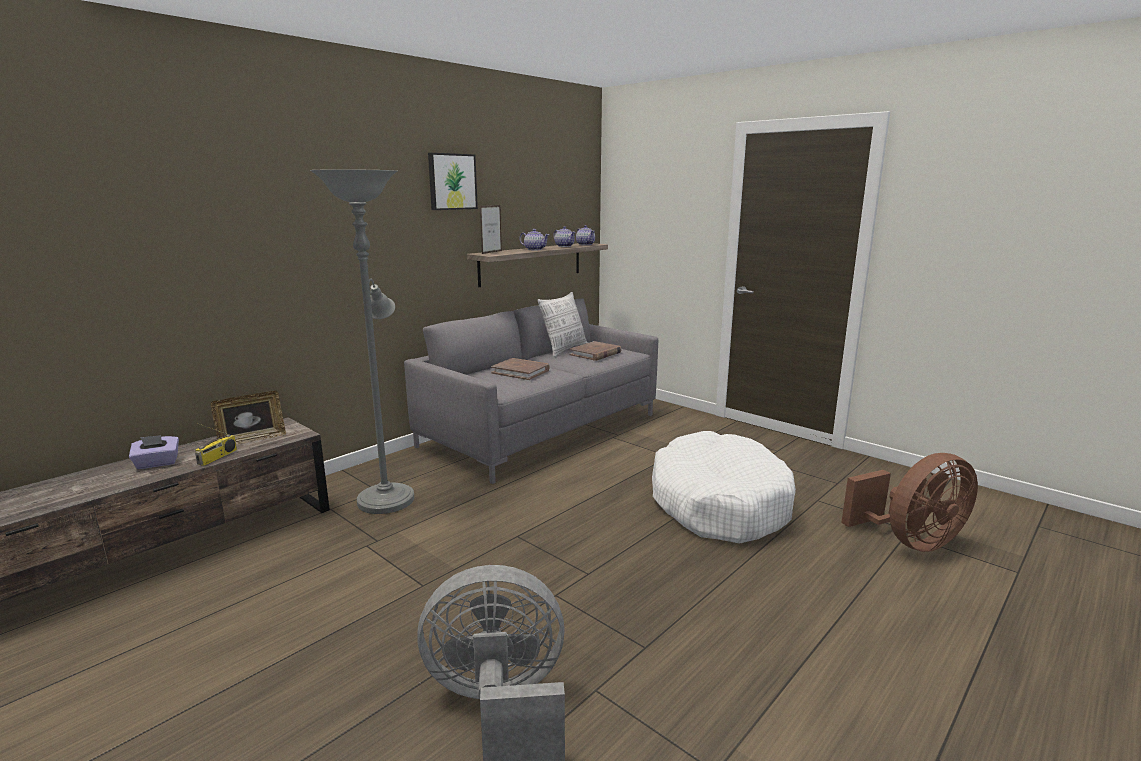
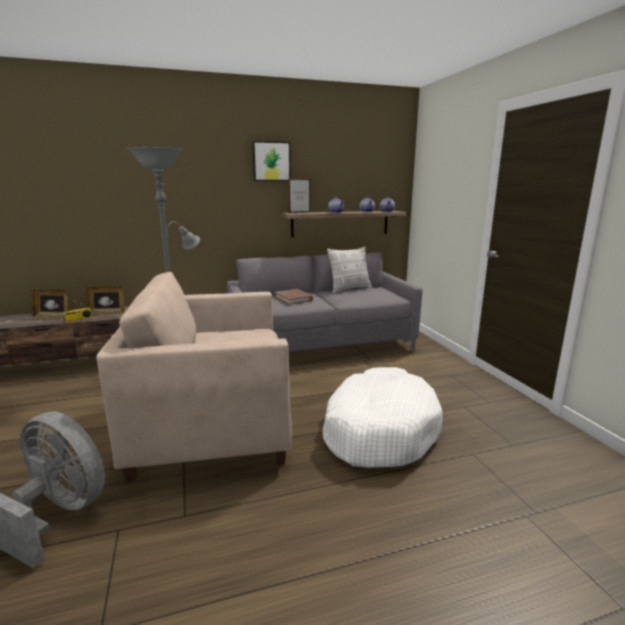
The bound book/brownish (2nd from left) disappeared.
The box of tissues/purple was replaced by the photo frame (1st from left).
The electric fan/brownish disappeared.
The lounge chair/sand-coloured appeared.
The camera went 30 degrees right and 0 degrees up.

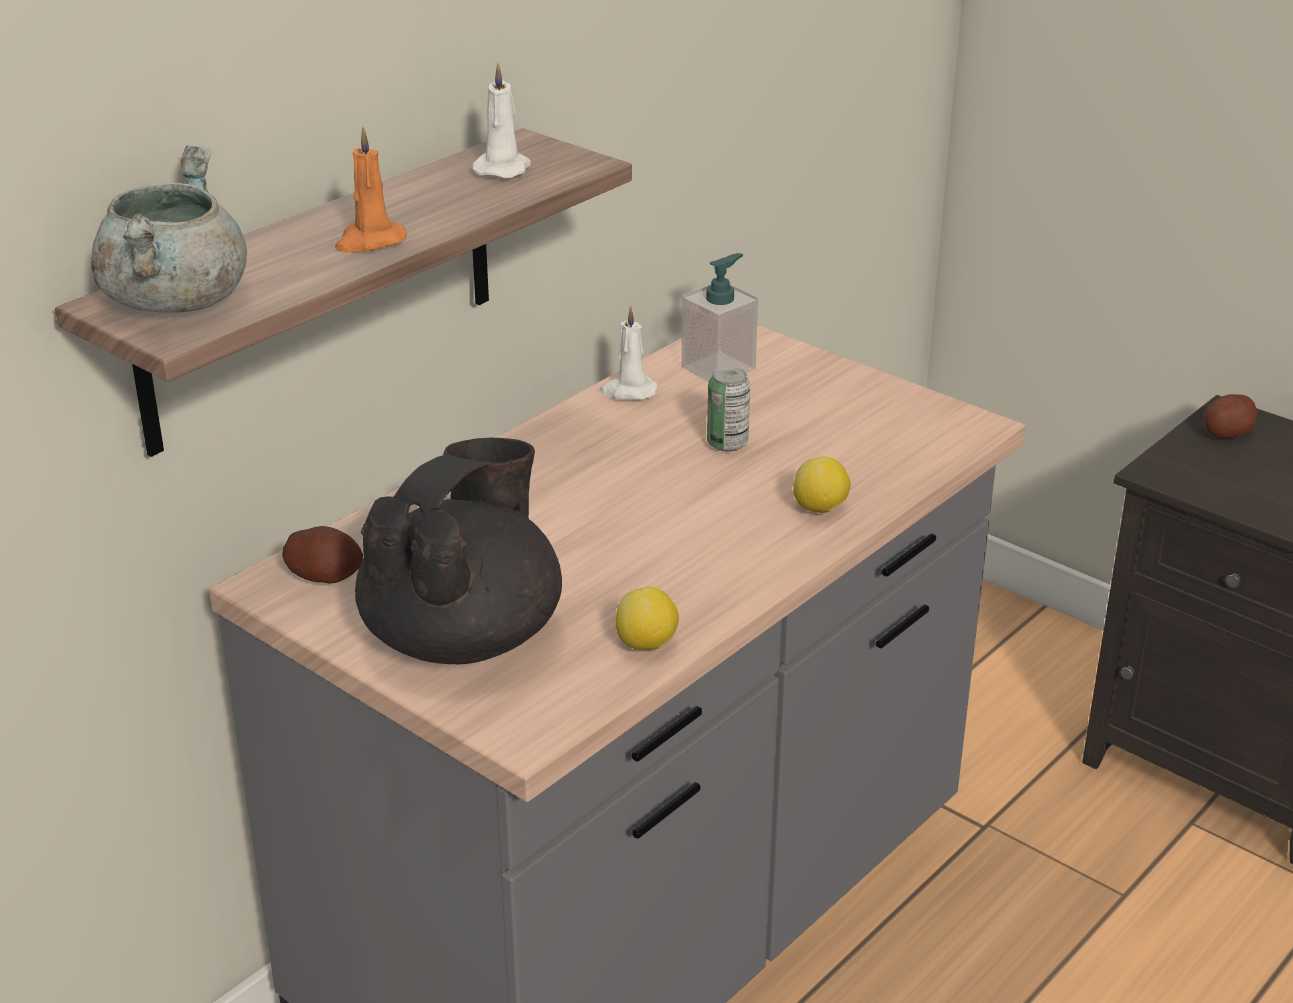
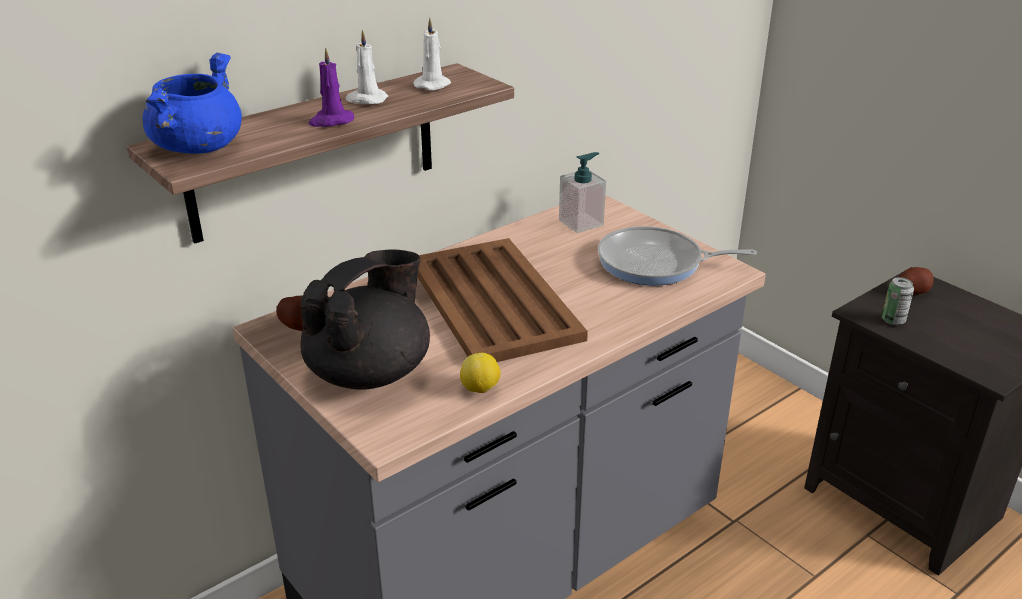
The wax candle/orange became the wax candle/purple.
The saucepot/greyish became the saucepot/bluish.
The wax candle/white (2nd from left in the first image) moved.
The sealed can moved.
The whole lemon (2nd from left) disappeared.
The frying pan appeared.
The carrying tray/brownish appeared.
The camera went 10 degrees right and 0 degrees up.

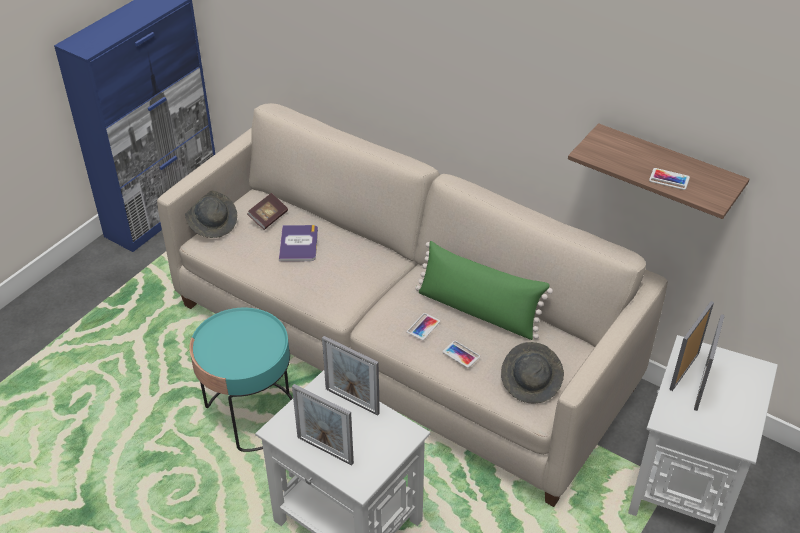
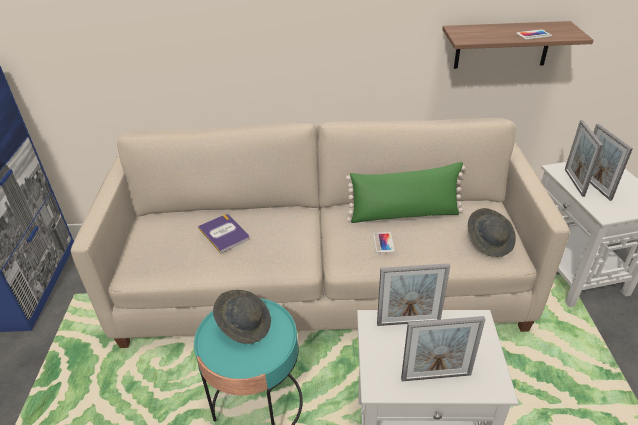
The clothing hat/greyish (1st from left) moved.
The bound book (1st from left) disappeared.
The telephone (2nd from left) disappeared.
The camera went 35 degrees left and 5 degrees down.

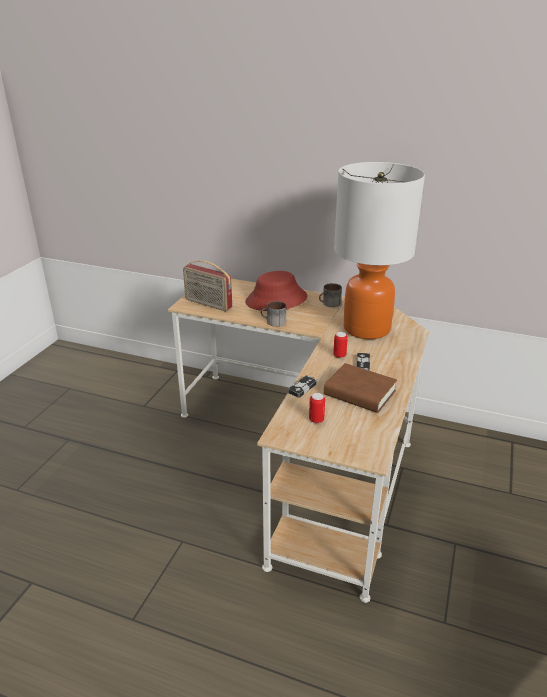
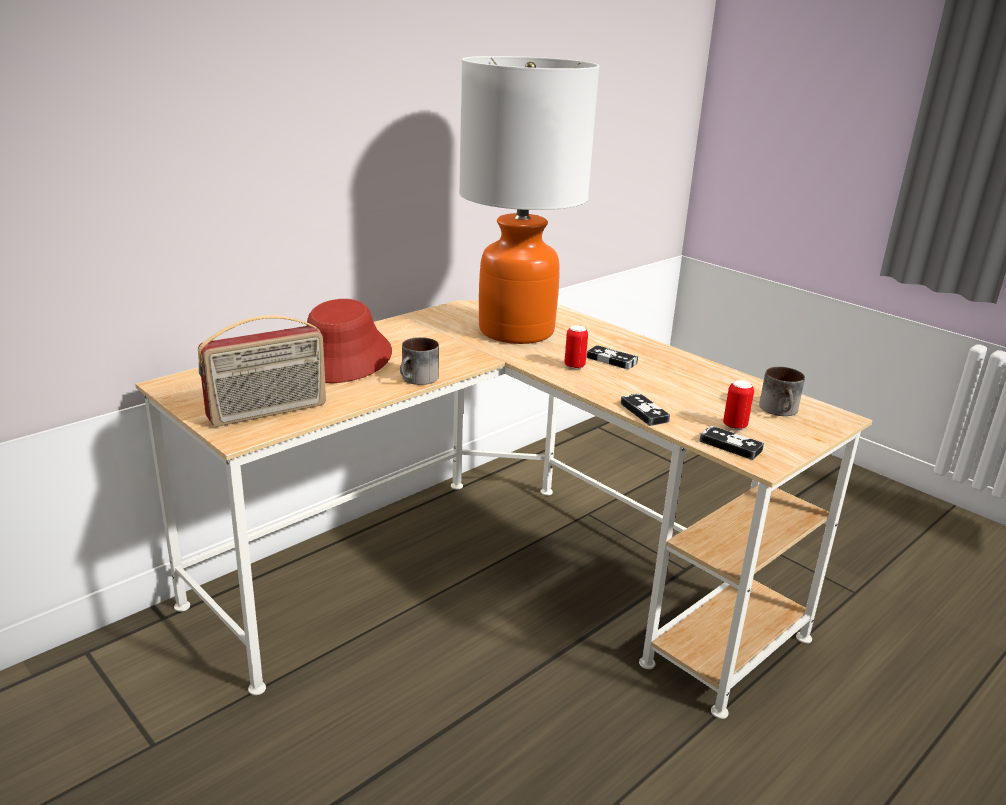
The coffee mug (2nd from left) moved.
The bound book/brownish disappeared.
The joypad (3rd from left) appeared.
The camera went 65 degrees left and 5 degrees down.

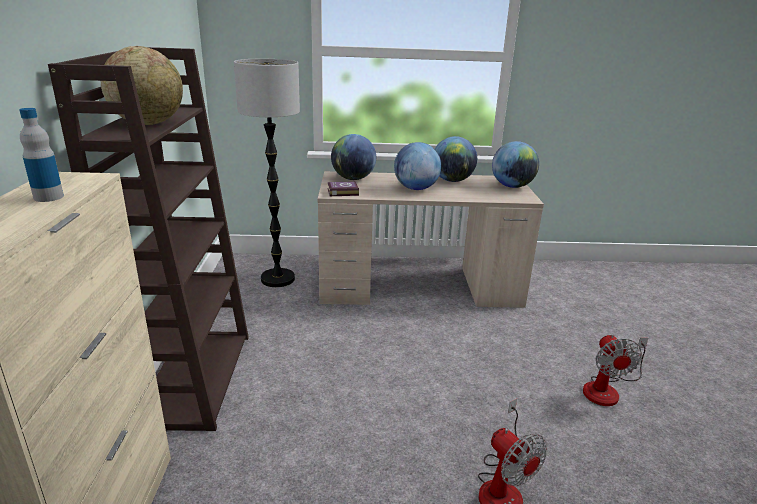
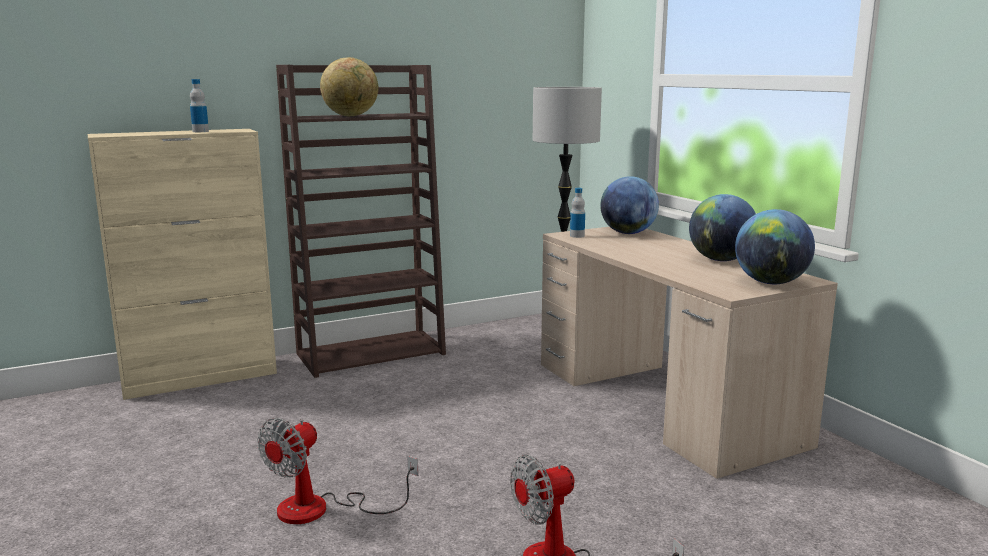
The globe (3rd from left) disappeared.
The bound book was replaced by the bottle (2nd from left).
The camera went 65 degrees right and 10 degrees down.

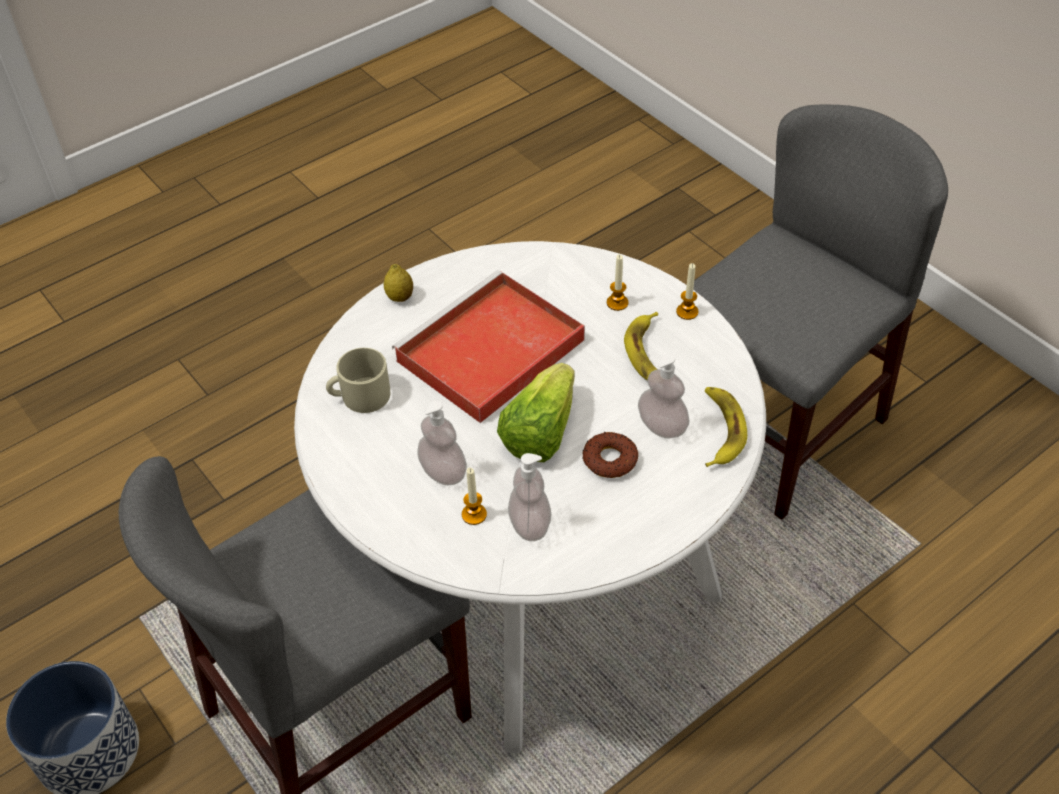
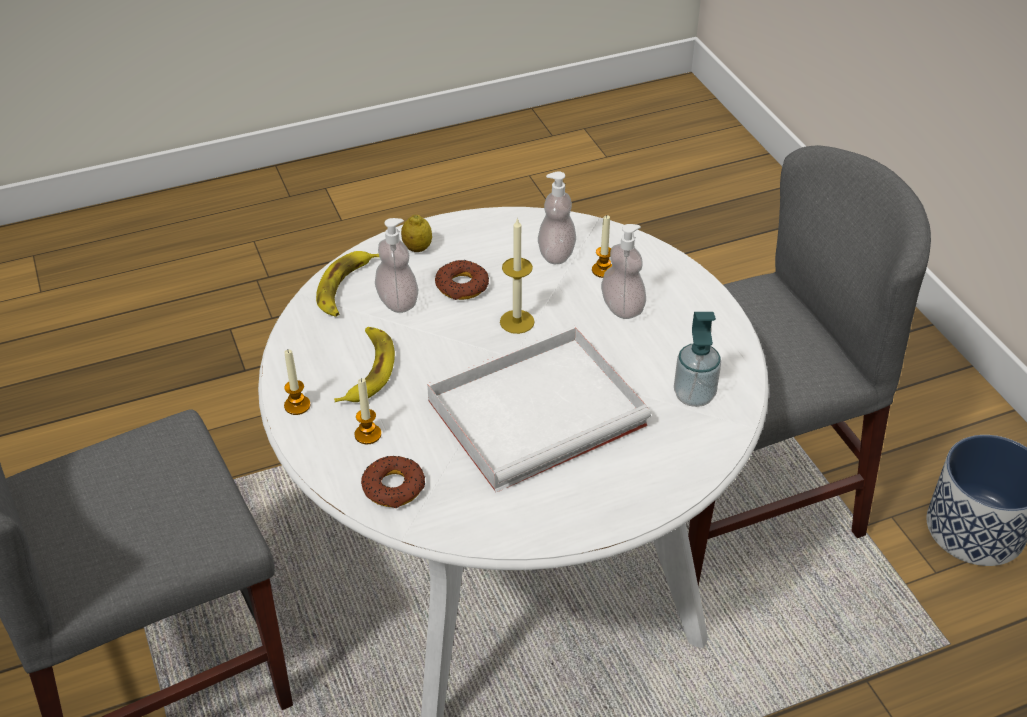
The whole lemon moved.
The carrying tray/red became the carrying tray/white.
The coffee mug/sand-coloured was replaced by the soap bottle (4th from left).
The lettuce head was replaced by the wax candle (3rd from left).
The doughnut (1st from left) appeared.
The camera went 165 degrees left and 5 degrees down.

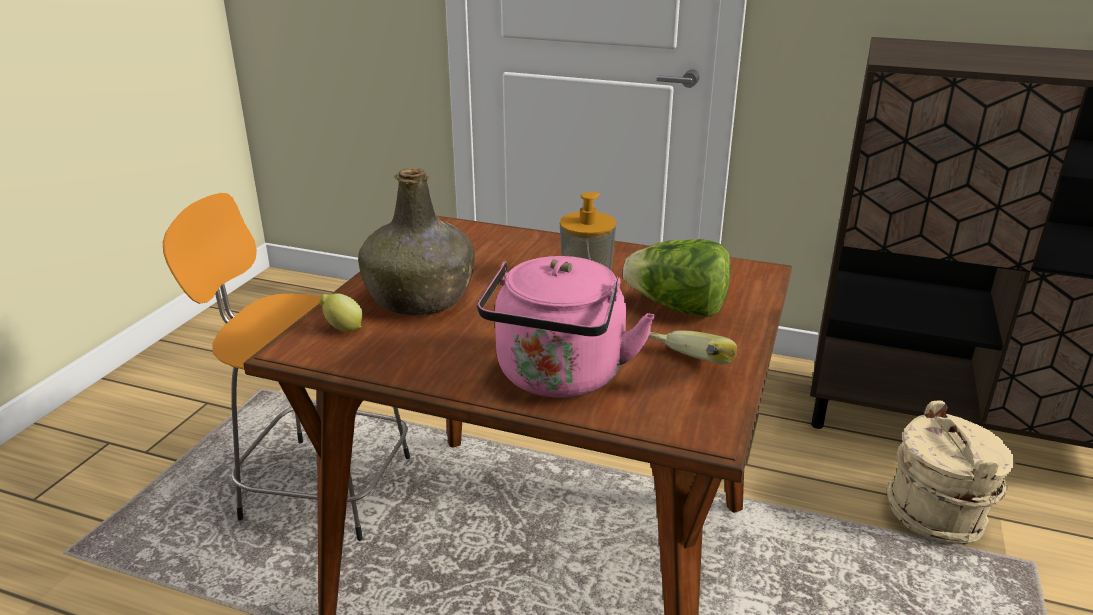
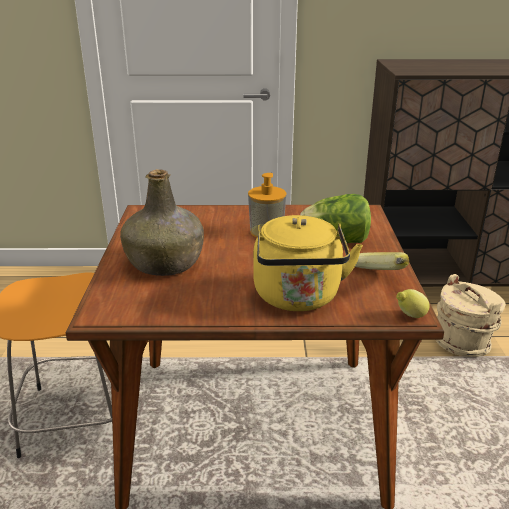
The water kettle/pink-coloured became the water kettle/yellow-coloured.
The whole lemon moved.
The camera went 20 degrees left and 0 degrees up.

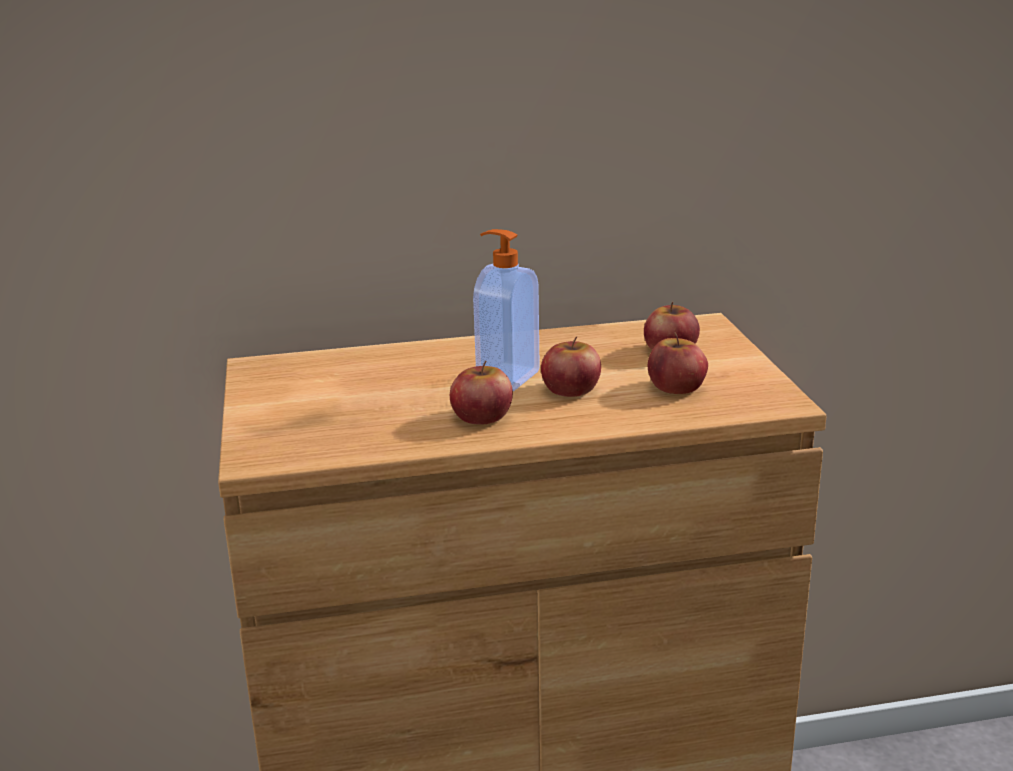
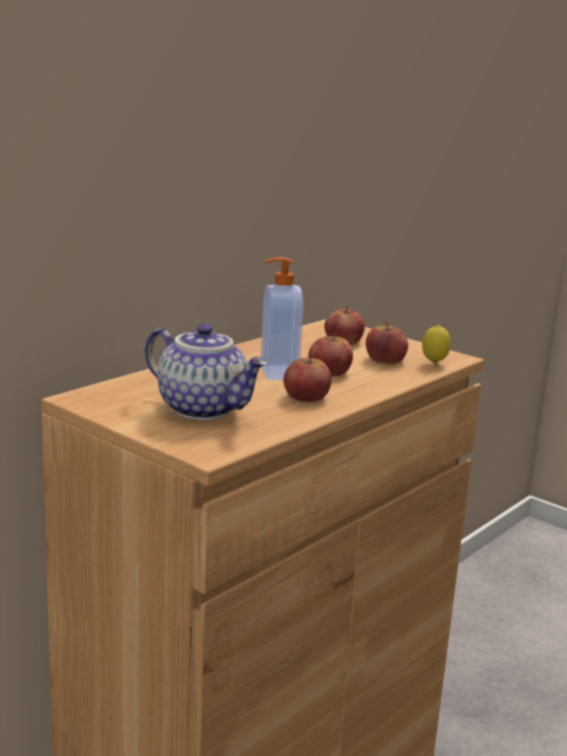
The pot for tea appeared.
The whole lemon appeared.
The camera went 40 degrees left and 5 degrees down.

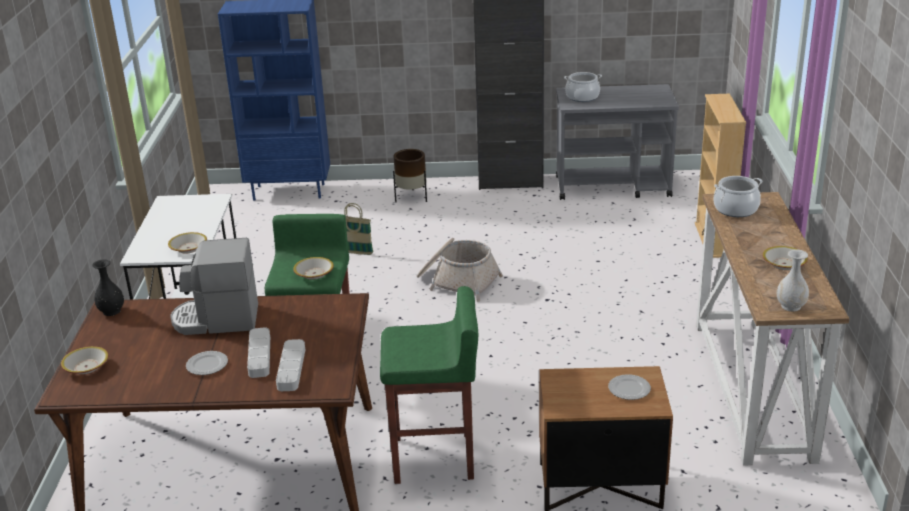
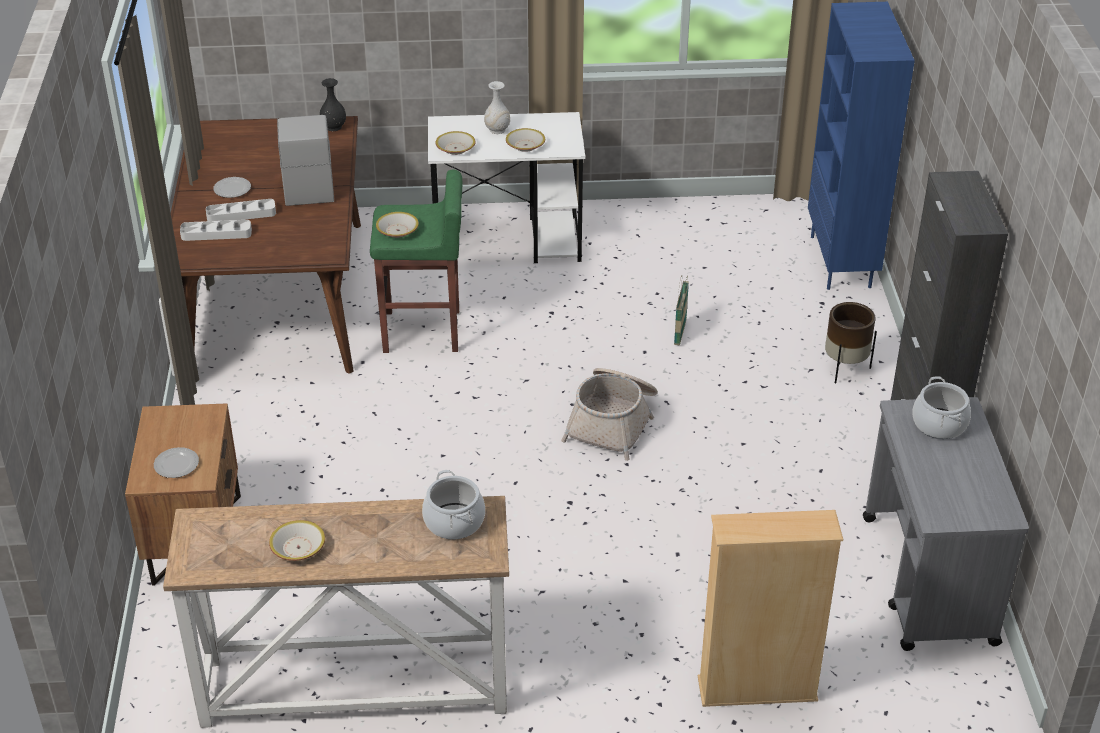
The decorative vase/white moved.
The sitting stool/green-coloured (2nd from left) disappeared.
The serving bowl (1st from left in the first image) moved.
The camera went 85 degrees right and 10 degrees up.

